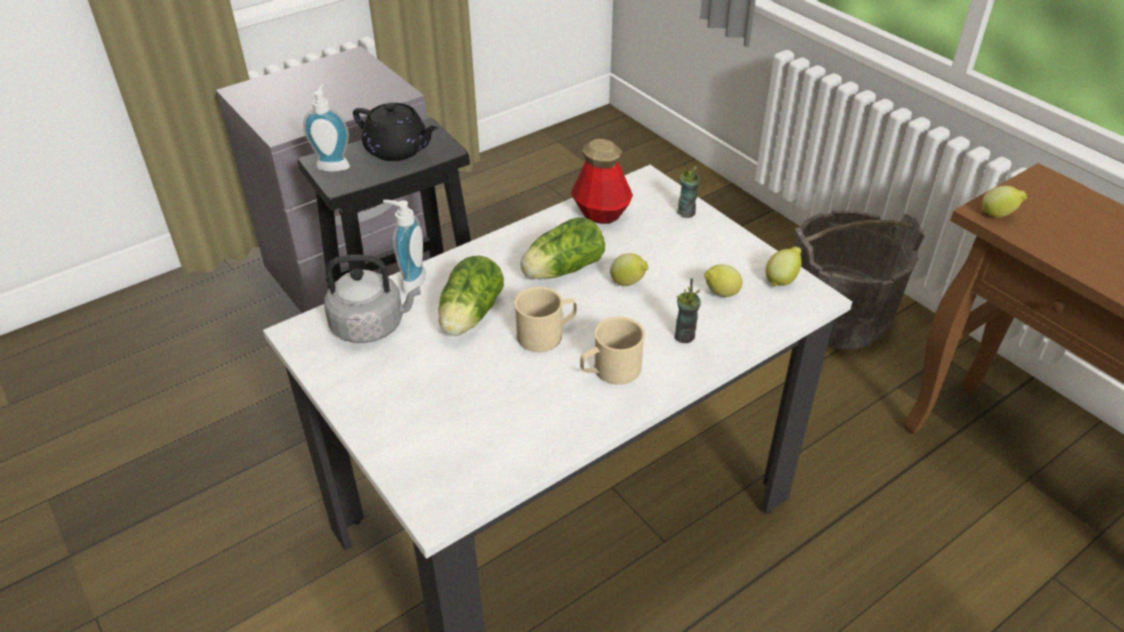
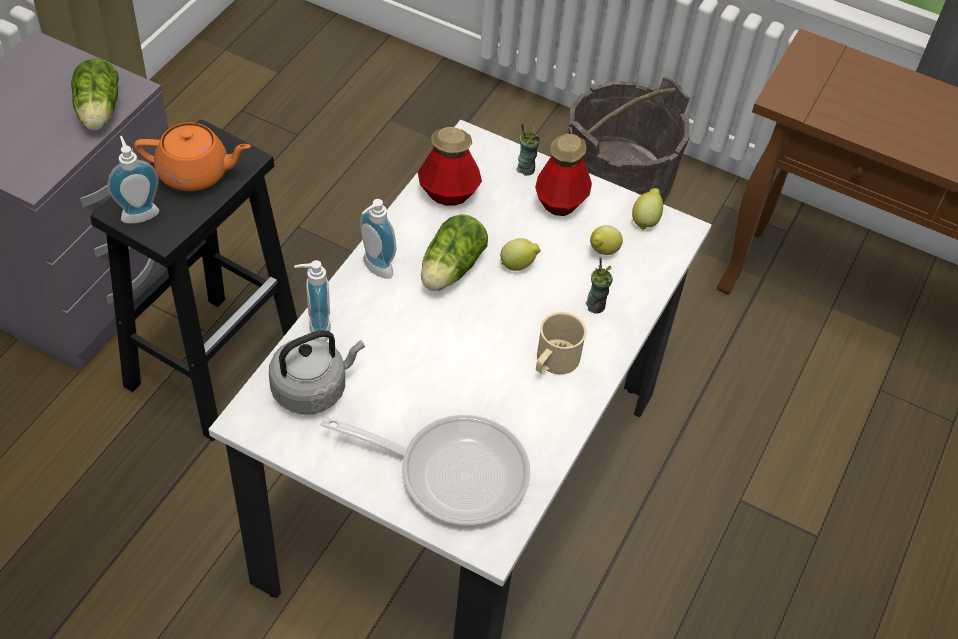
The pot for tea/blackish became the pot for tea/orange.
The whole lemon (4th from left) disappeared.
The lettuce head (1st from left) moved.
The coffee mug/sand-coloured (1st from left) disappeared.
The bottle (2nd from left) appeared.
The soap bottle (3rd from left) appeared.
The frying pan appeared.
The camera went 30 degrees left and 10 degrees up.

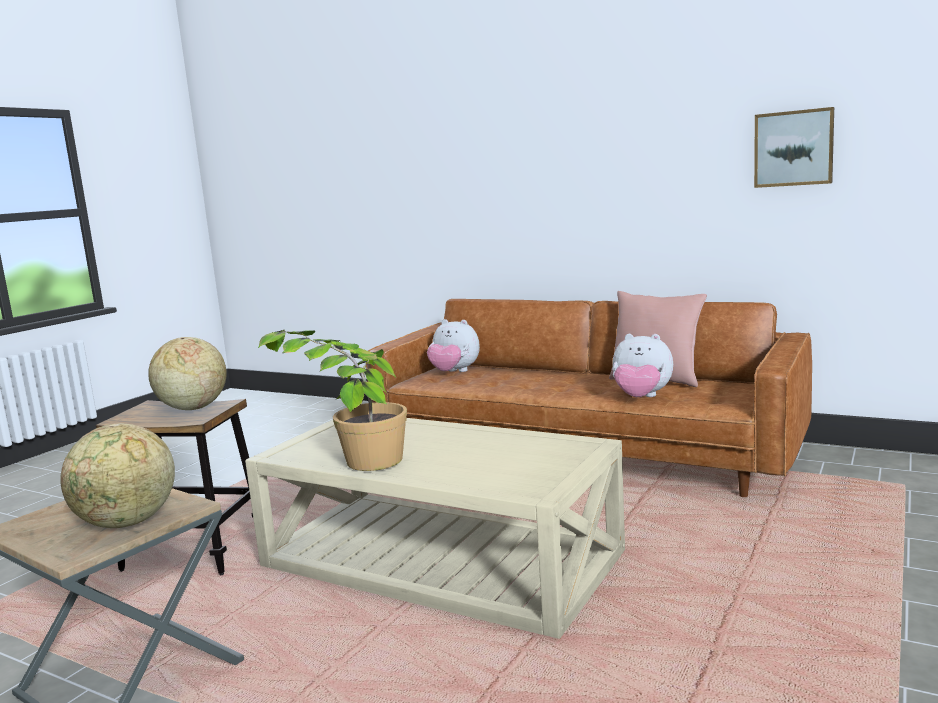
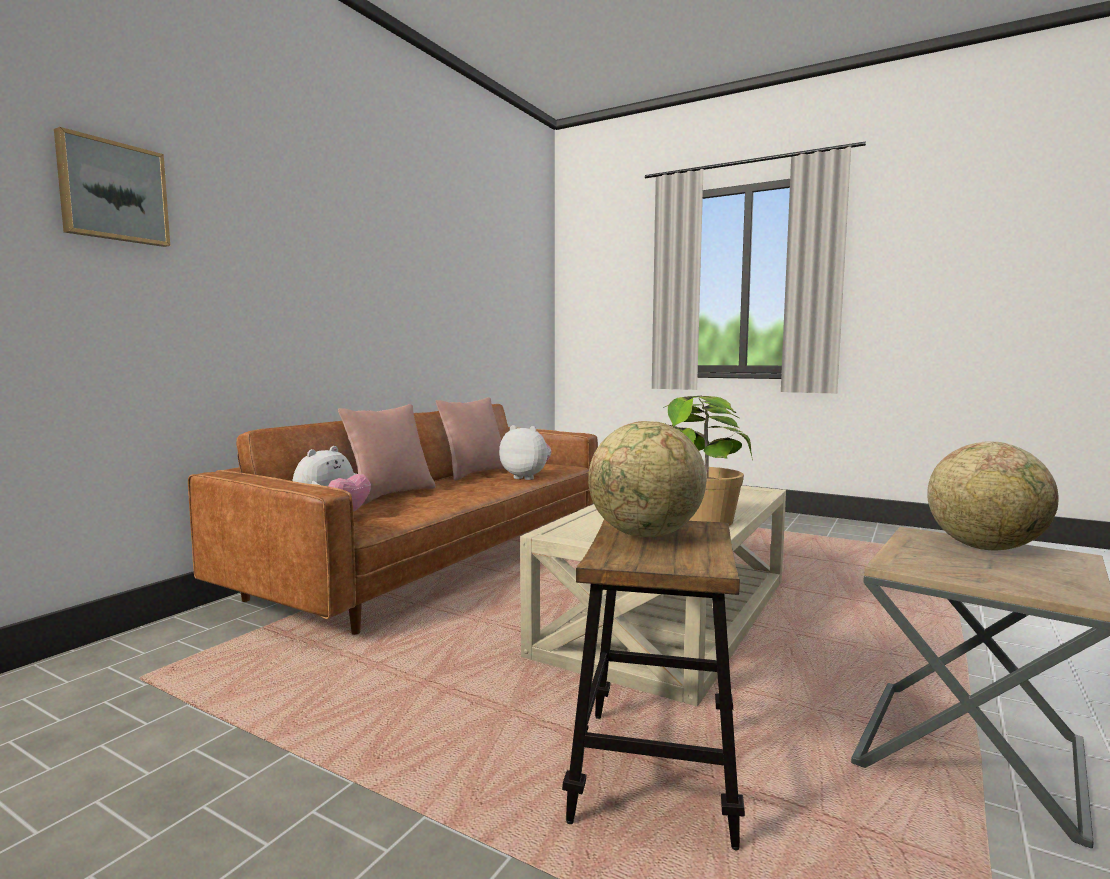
The wall art moved.
The cuddly toy (2nd from left) turned 90 degrees counterclockwise.
The throw pillow/pink-coloured (1st from left) appeared.
The camera went 90 degrees left and 5 degrees down.

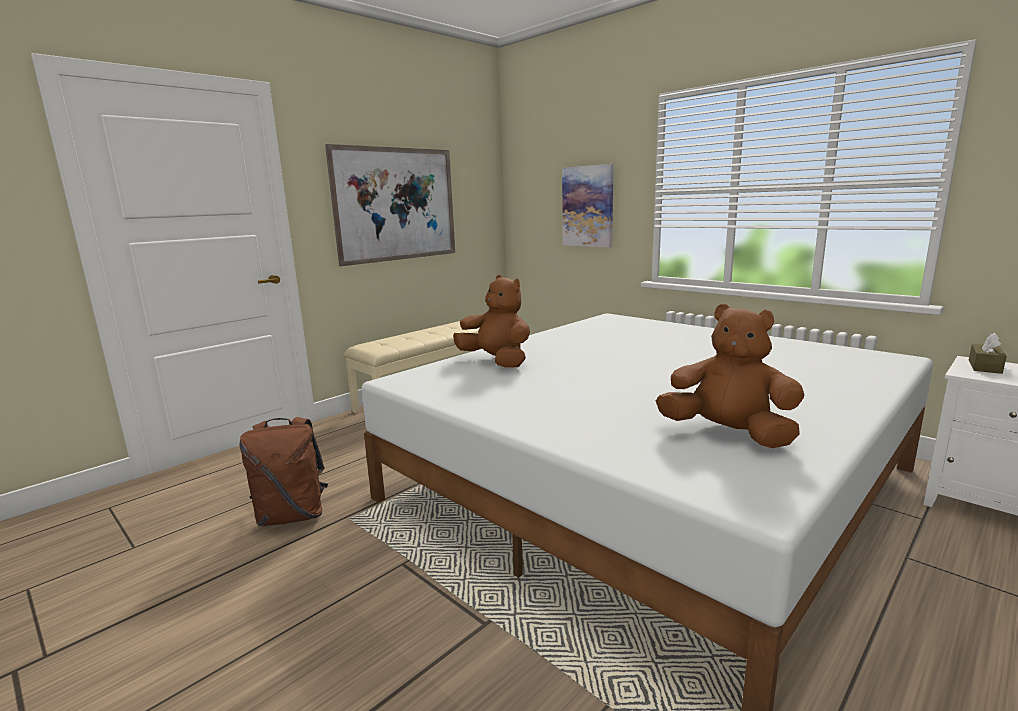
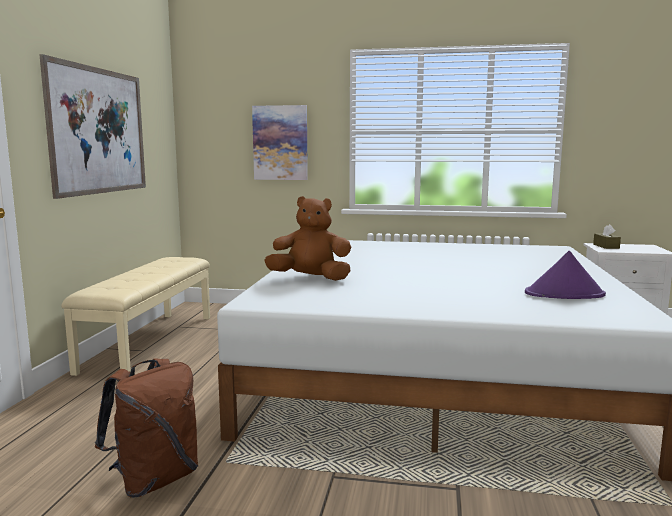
The cuddly toy/brownish (2nd from left) was replaced by the clothing hat/purple.
The camera went 35 degrees left and 5 degrees down.

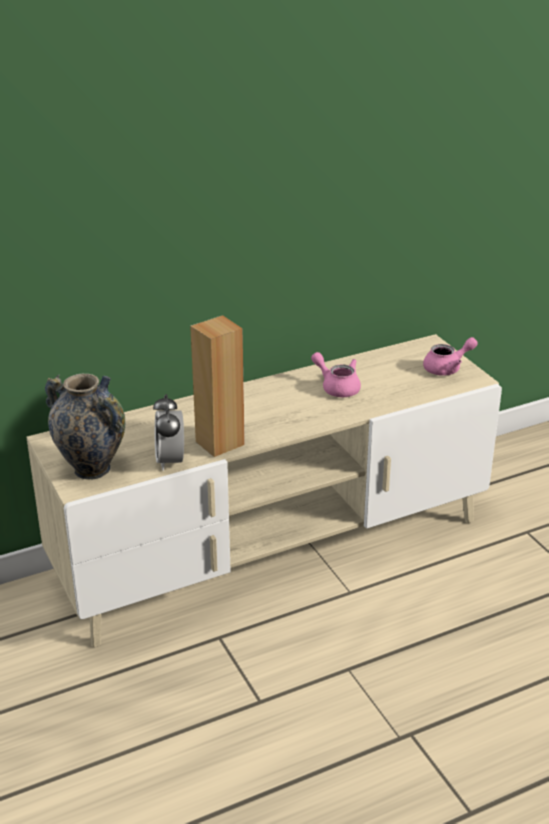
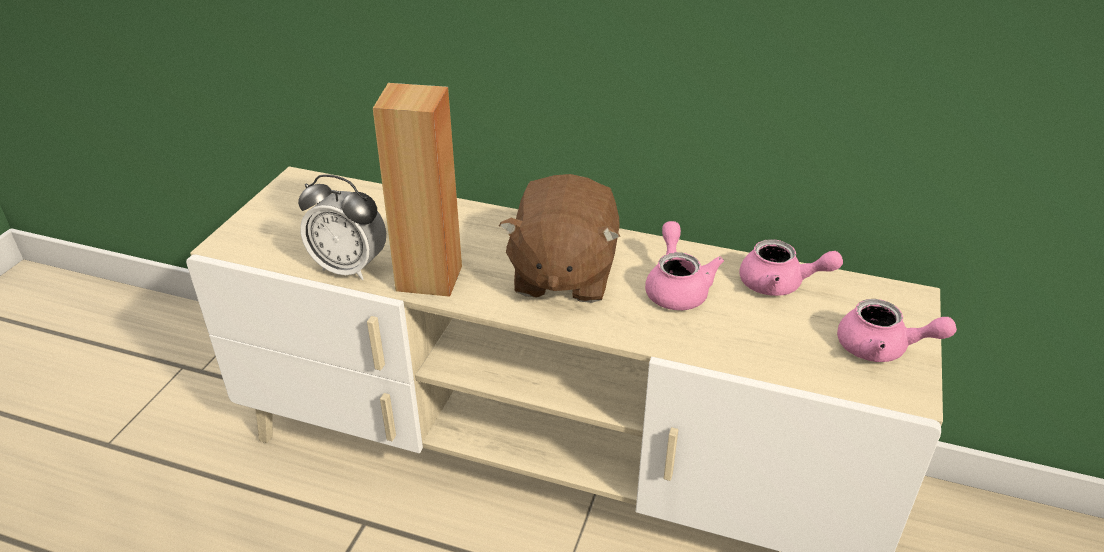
The decorative vase disappeared.
The table clock turned 105 degrees counterclockwise.
The cuddly toy/brownish appeared.
The pot for tea/pink-coloured (2nd from left) appeared.
The camera went 45 degrees right and 5 degrees up.

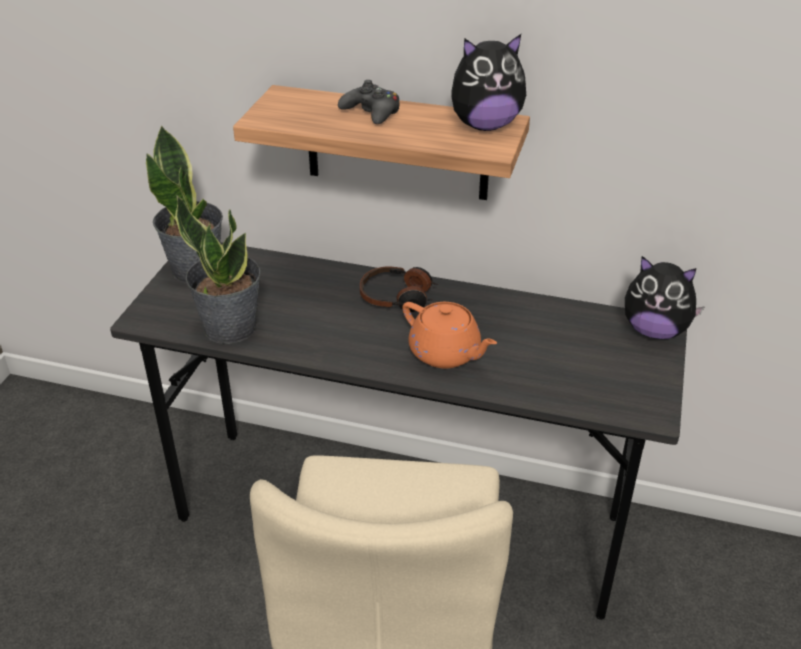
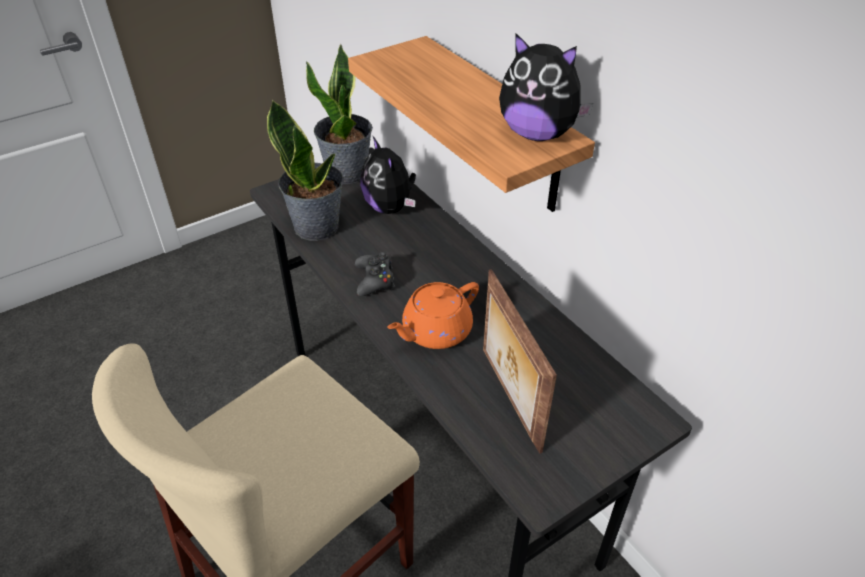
The joypad/blackish moved.
The cuddly toy (2nd from left in the first image) moved.
The pair of headphones disappeared.
The pot for tea/orange turned 60 degrees clockwise.
The photo frame appeared.
The camera went 40 degrees right and 5 degrees up.

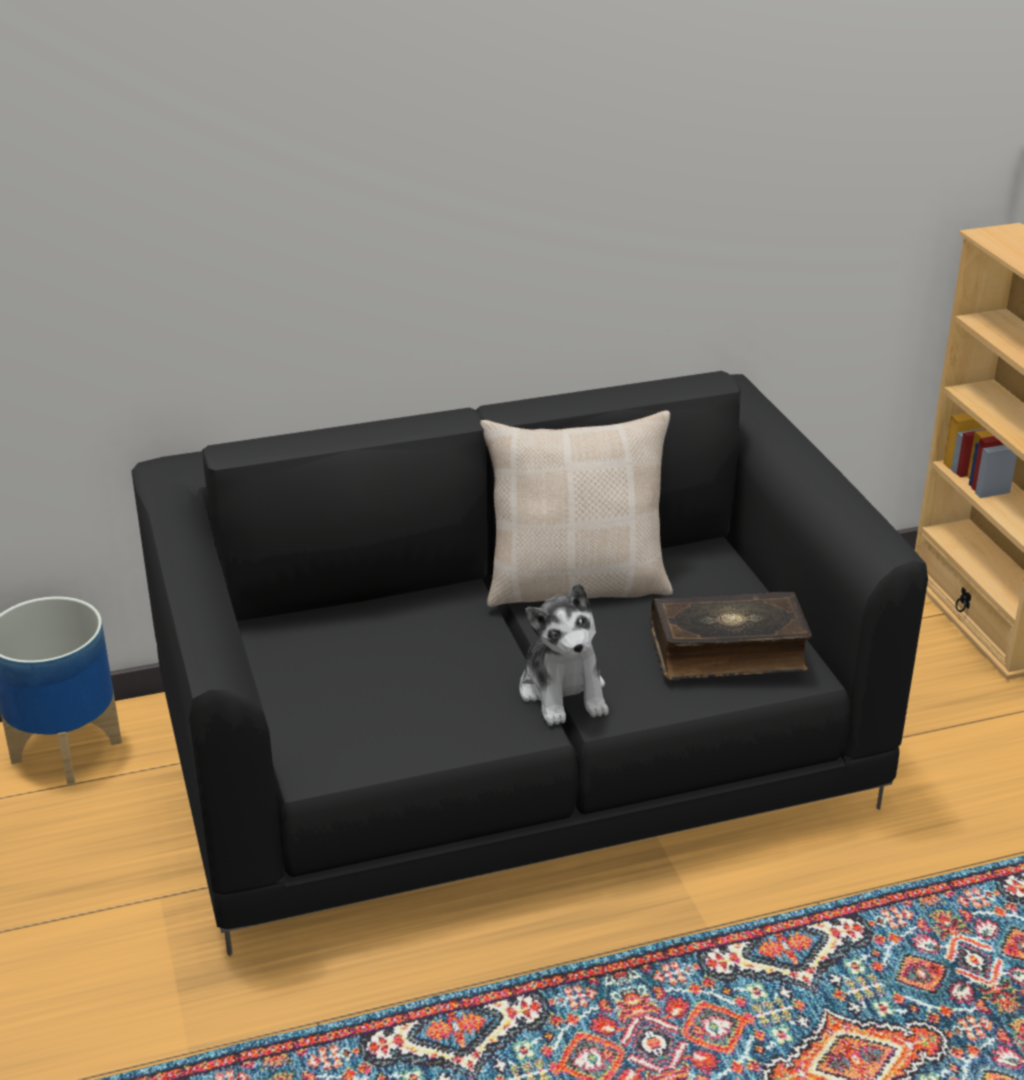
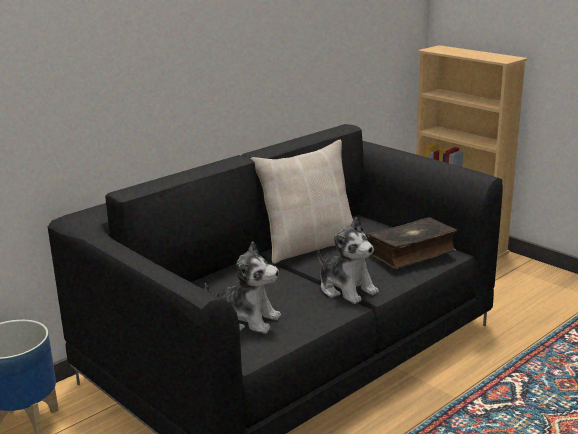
The cuddly toy (1st from left) appeared.
The camera went 25 degrees left and 10 degrees down.

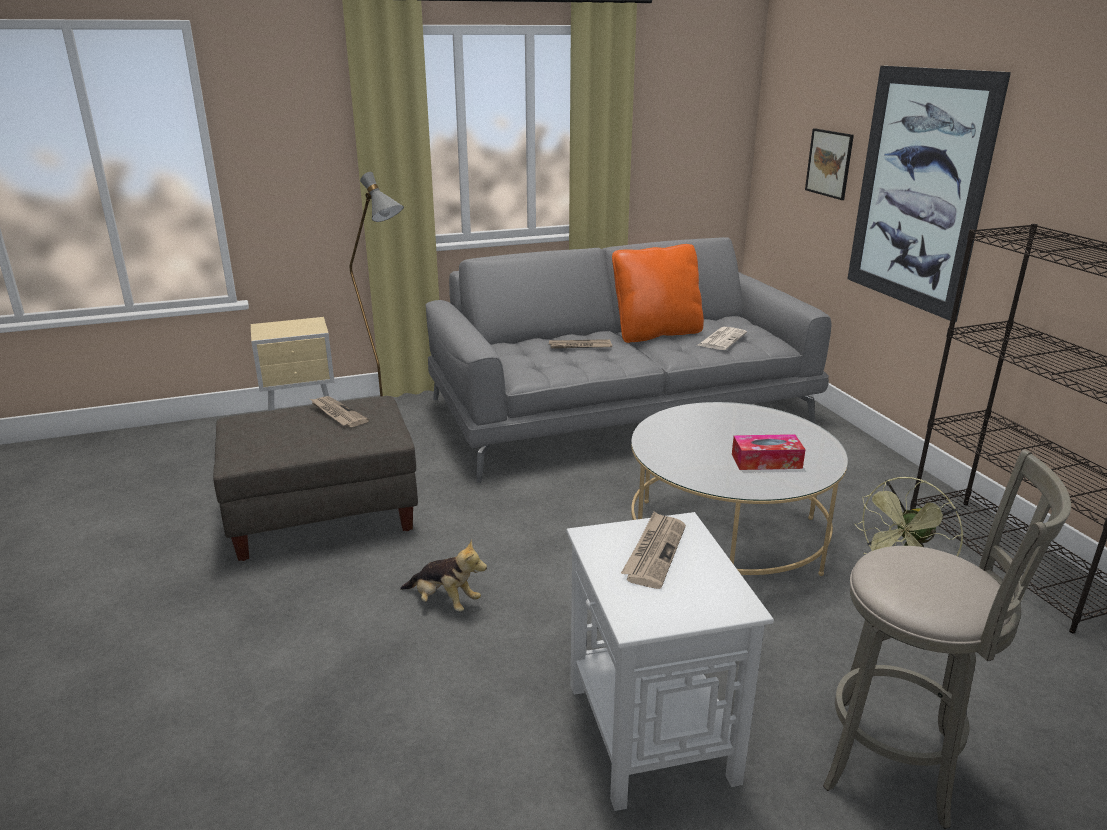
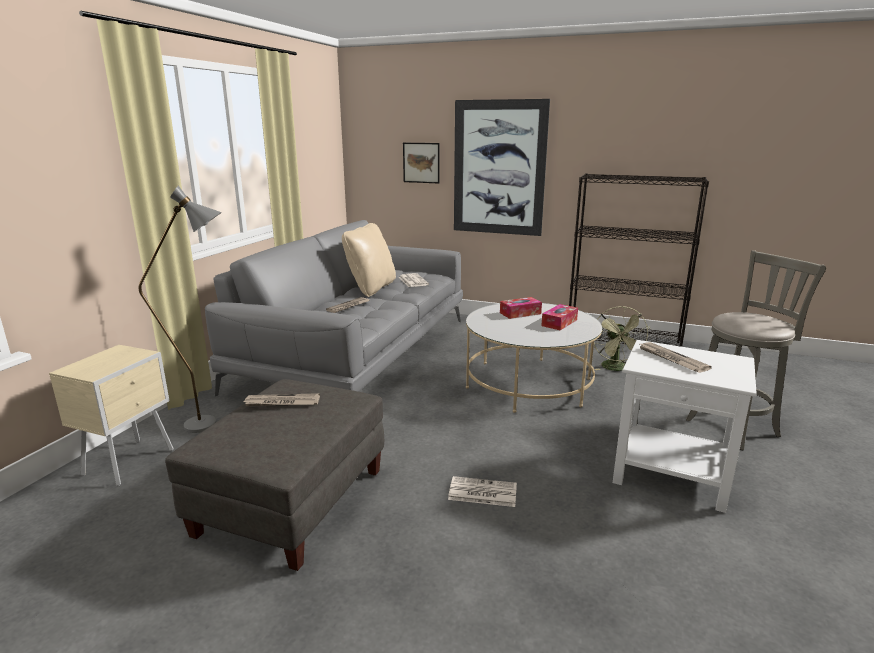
The throw pillow/orange became the throw pillow/sand-coloured.
The cuddly toy was replaced by the daily paper (4th from left).
The box of tissues (1st from left) appeared.
The camera went 50 degrees left and 5 degrees down.

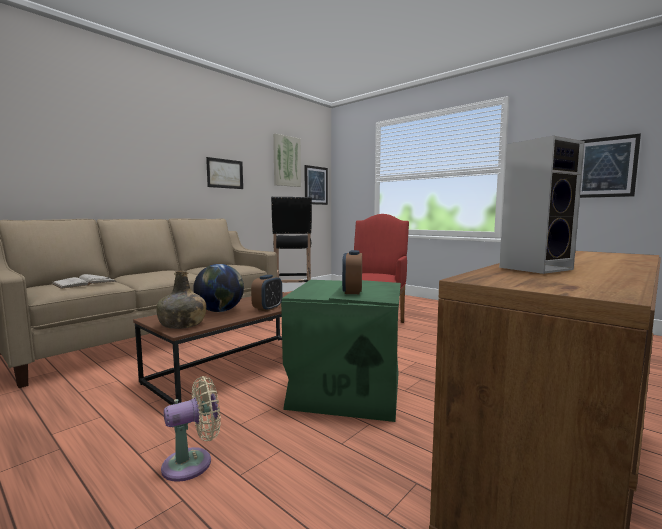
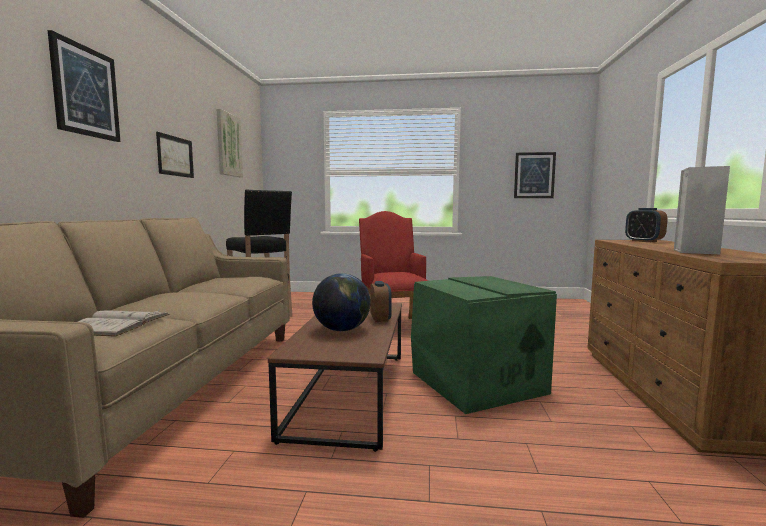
The wall art (3rd from left in the first image) moved.
The table clock (2nd from left) moved.
The bottle/green-coloured disappeared.
The electric fan/sand-coloured disappeared.
The camera went 35 degrees left and 0 degrees up.

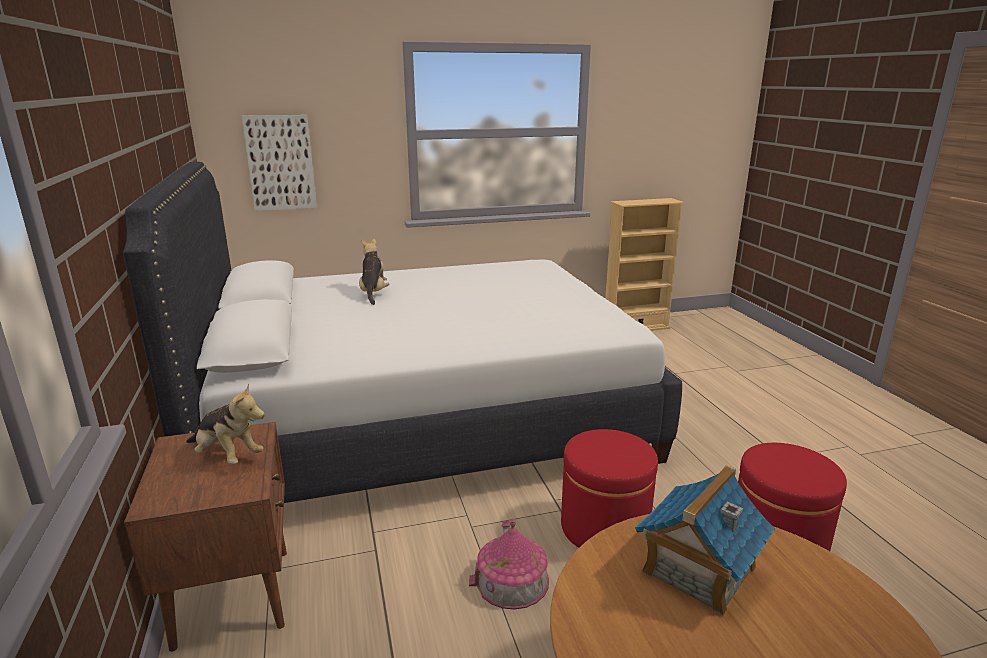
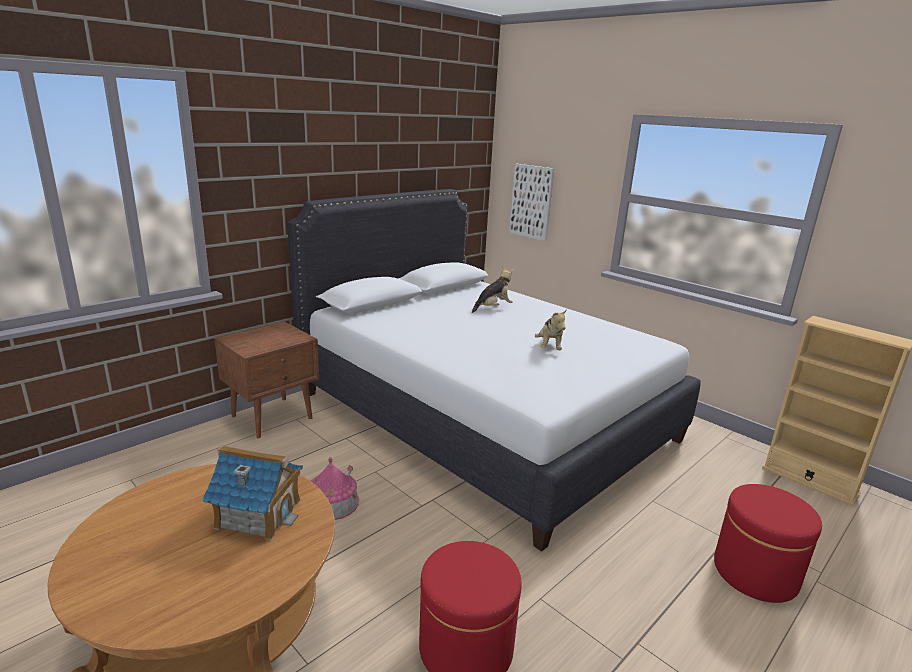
The cuddly toy (1st from left in the first image) moved.
The footrest/red (1st from left in the first image) moved.
The camera went 60 degrees right and 0 degrees up.

